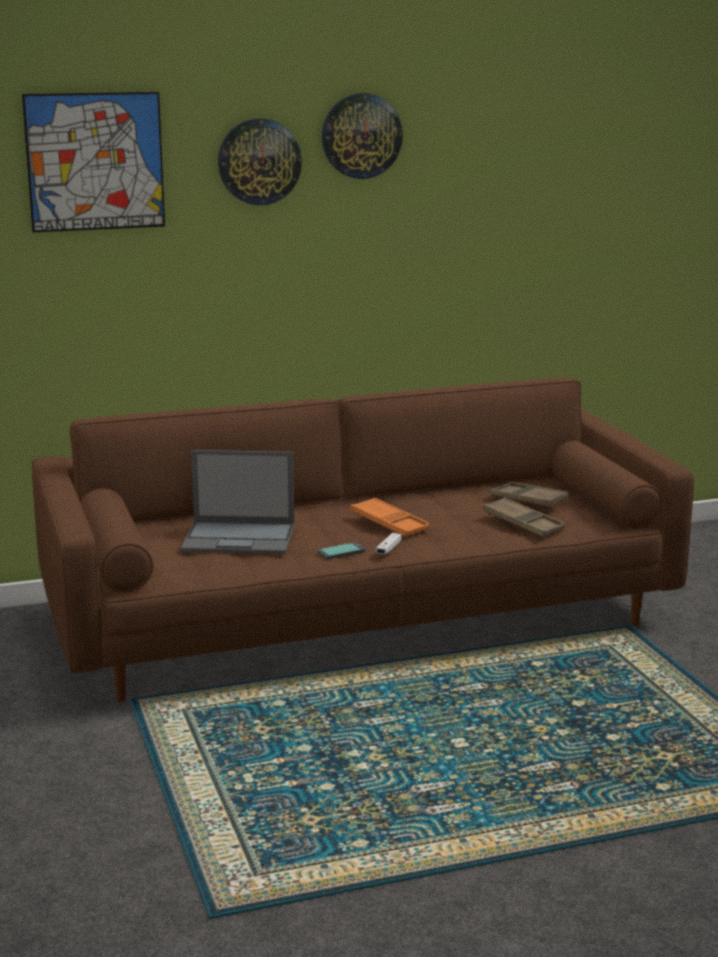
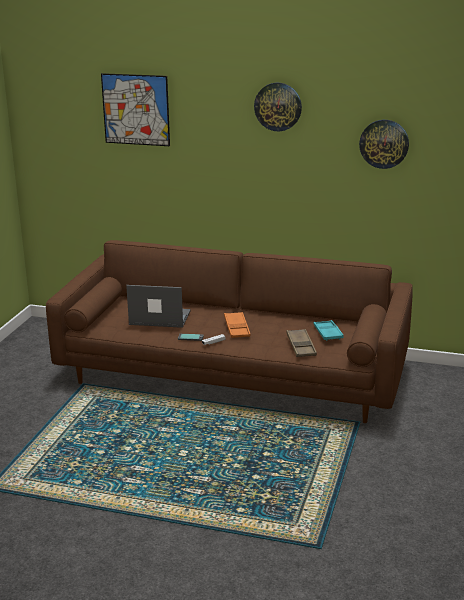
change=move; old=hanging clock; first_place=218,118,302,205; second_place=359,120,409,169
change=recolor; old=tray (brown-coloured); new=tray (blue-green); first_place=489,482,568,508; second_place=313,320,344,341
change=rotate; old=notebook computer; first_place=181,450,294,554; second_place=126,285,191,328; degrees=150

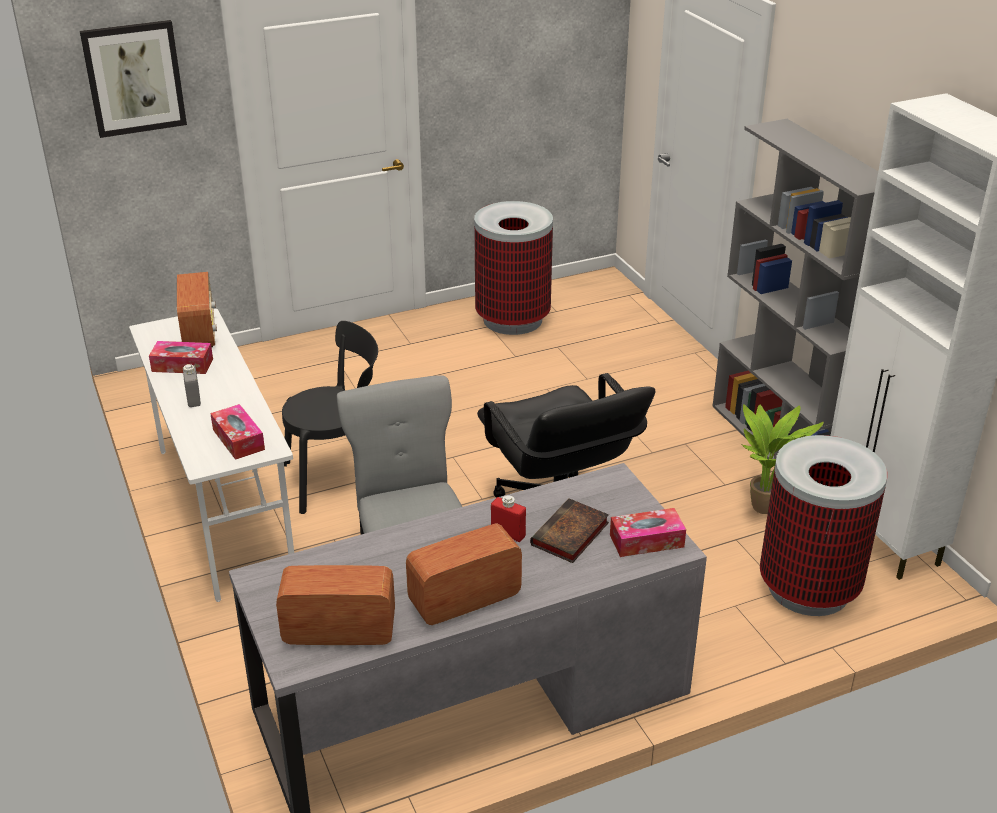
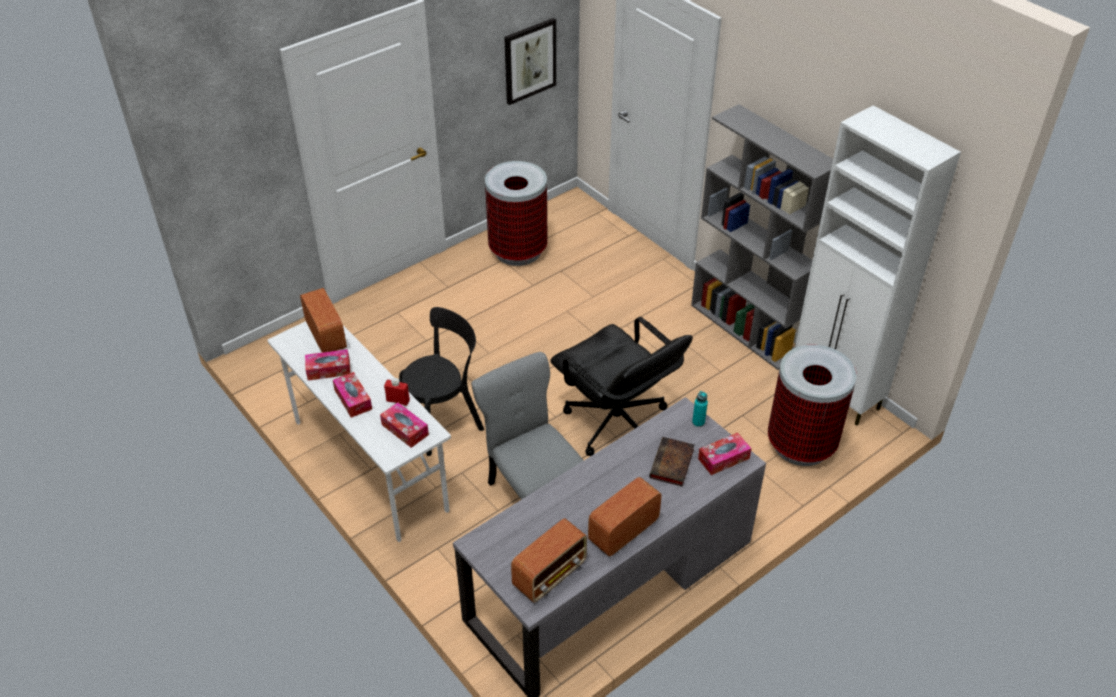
change=delete; old=plant in a pot; first_place=742,404,824,514
change=insert; new=beverage bottle (blue-green); second_place=692,391,708,427
change=move; old=wall art; first_place=80,20,187,138; second_place=504,18,556,105
change=move; old=beverage bottle (reddish); first_place=491,495,526,542; second_place=384,378,410,406
change=replace; old=beverage bottle (grey); new=tissue holder; first_place=183,364,201,407; second_place=333,372,372,418
change=rotate; old=radio; first_place=276,565,395,645; second_place=511,519,587,603; degrees=150

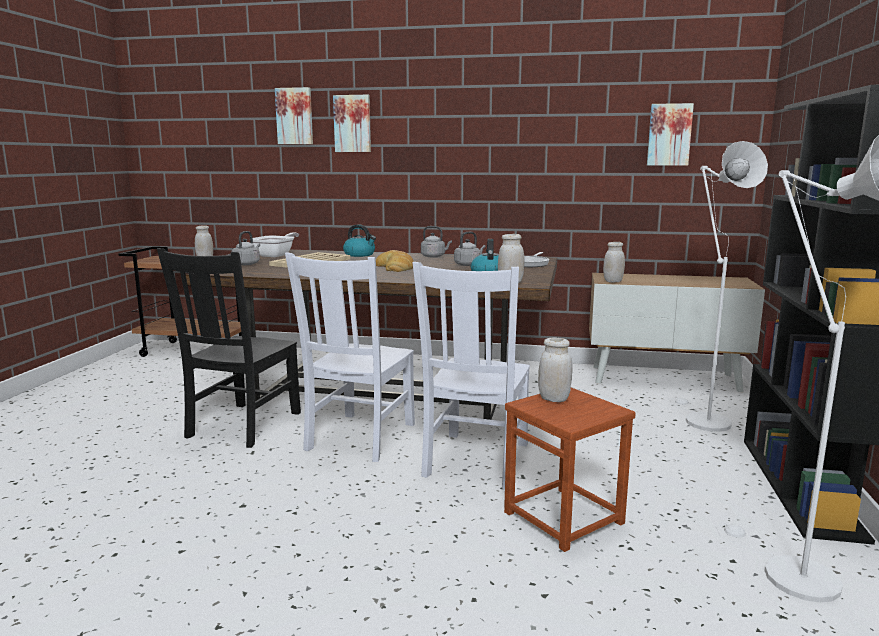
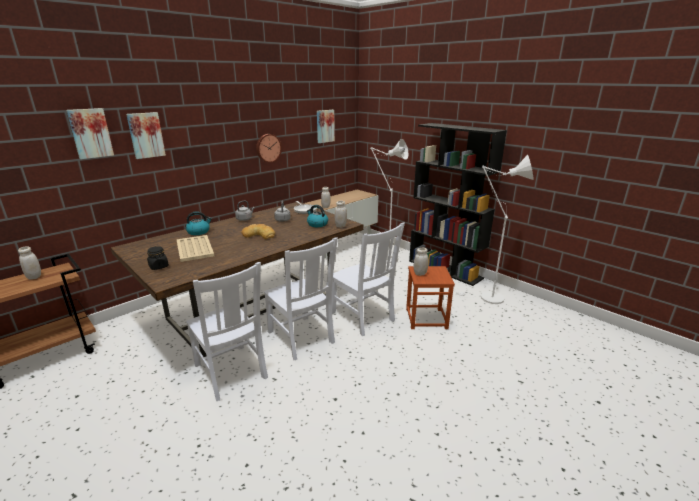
change=delete; old=skillet; first_place=253,232,299,257
change=insert; new=hanging clock; second_place=256,134,282,163
change=replace; old=kettle (grey); new=storage jar (black-coloured); first_place=232,231,260,265; second_place=147,246,169,270
change=recolor; old=plain chair (black-coloured); new=plain chair (white); first_place=157,248,301,448; second_place=186,262,268,401

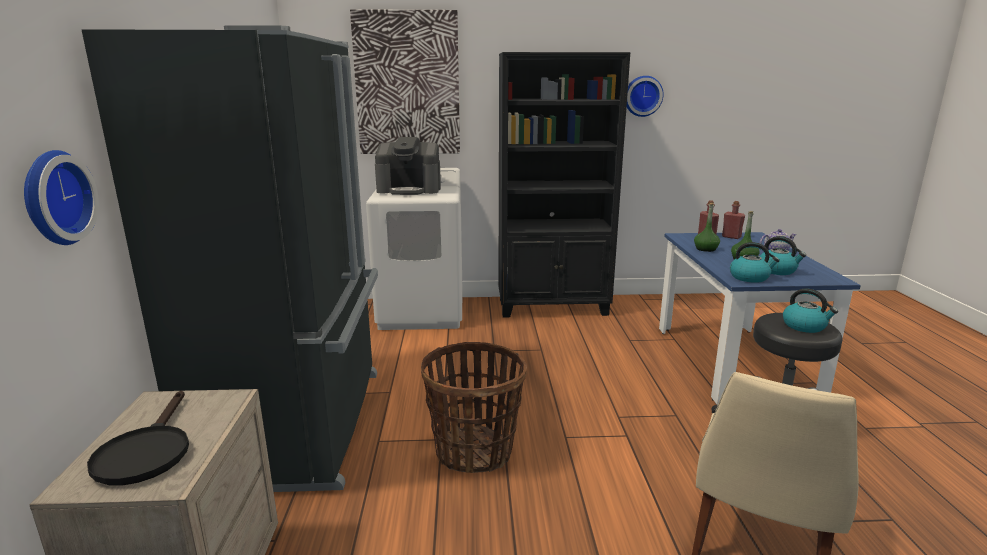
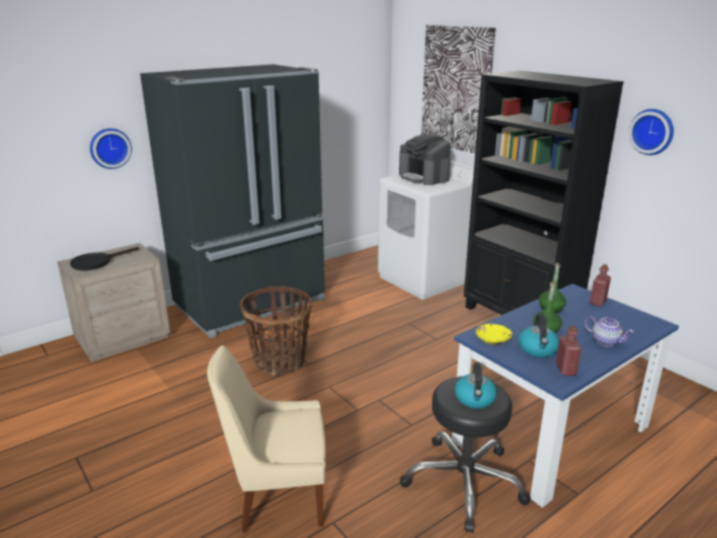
change=move; old=beverage bottle (reddish); first_place=722,201,745,239; second_place=556,325,582,376
change=replace; old=kettle; new=serving bowl (yellowish); first_place=730,242,780,283; second_place=476,323,512,345

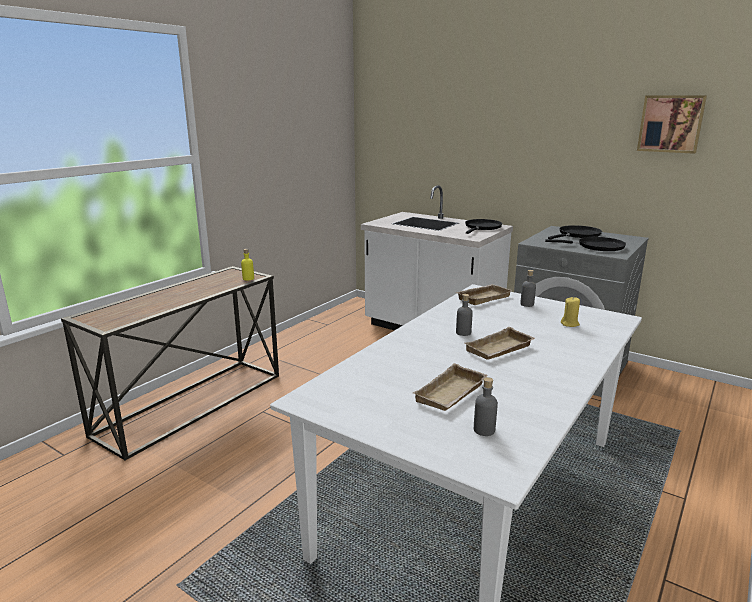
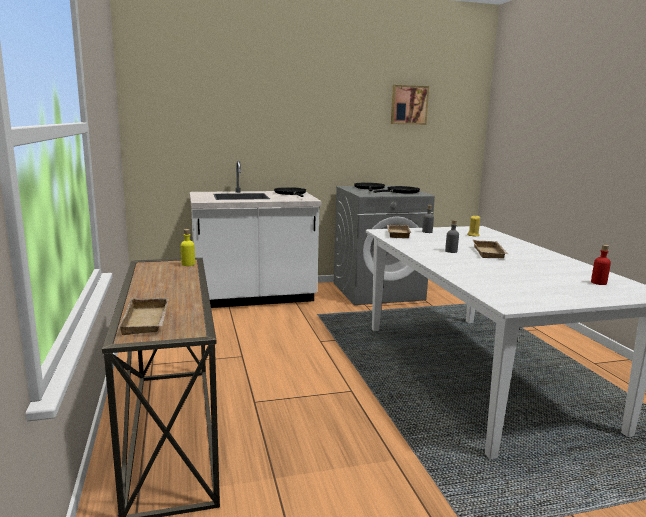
change=move; old=tray (beige); first_place=413,363,488,411; second_place=118,298,169,335
change=recolor; old=beverage bottle (grey); new=beverage bottle (reddish); first_place=474,377,498,436; second_place=591,245,611,285

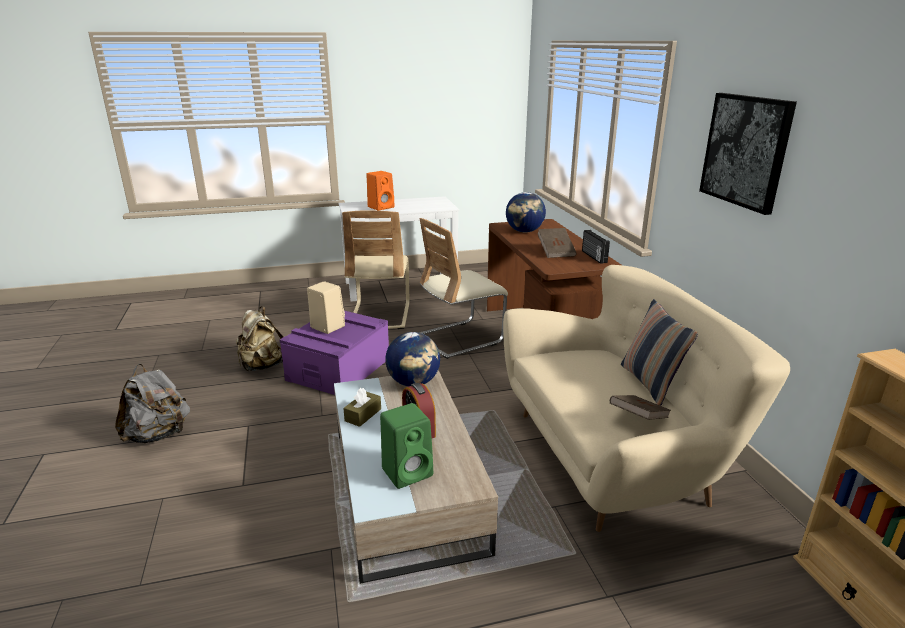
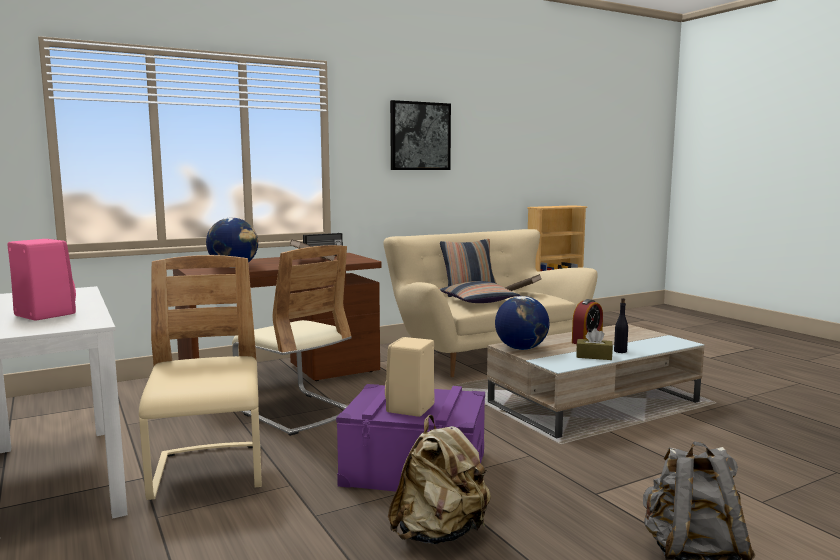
change=delete; old=loudspeaker (green); first_place=380,403,433,489
change=insert; new=cushion; second_place=439,281,520,303
change=insert; new=beverage bottle (black-coloured); second_place=614,298,628,353
change=recolor; old=loudspeaker (orange-coloured); new=loudspeaker (pink-coloured); first_place=367,171,395,211; second_place=8,239,76,321
change=rotate; old=plain chair (beige); first_place=342,210,409,329; second_place=139,255,262,500; degrees=-90

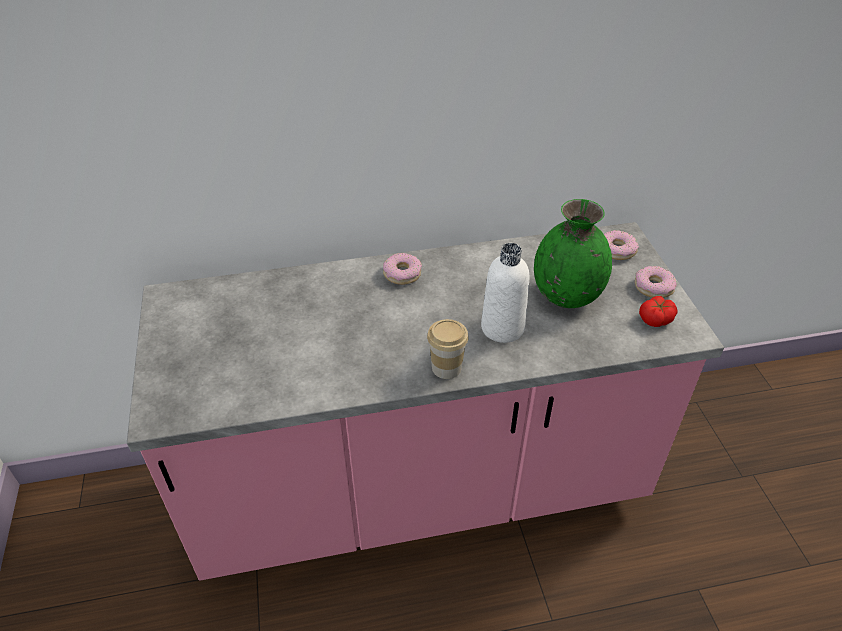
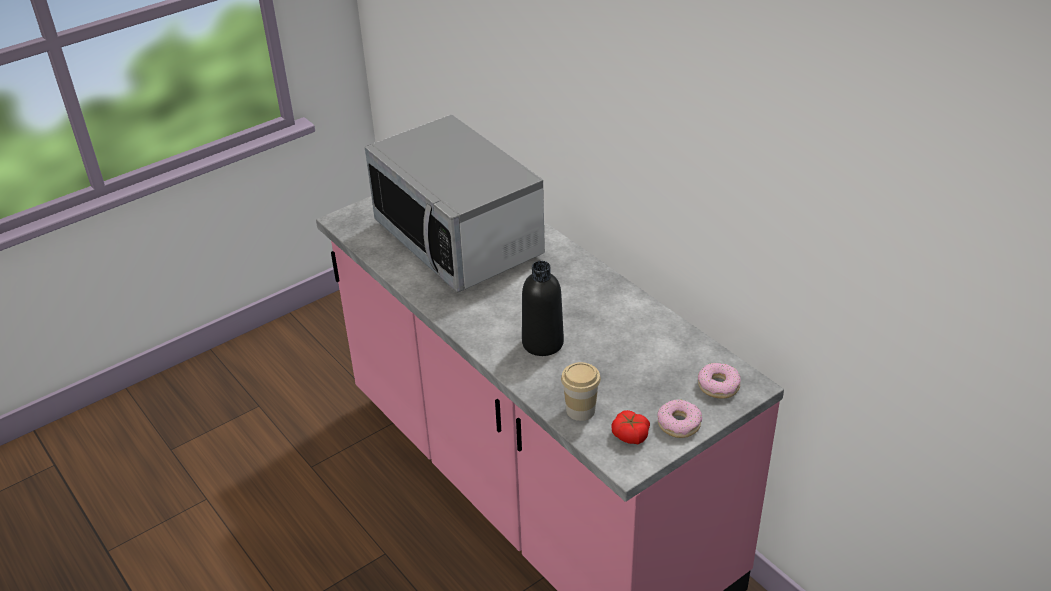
change=delete; old=ring doughnut; first_place=383,253,422,285
change=delete; old=decorative vase (green); first_place=534,199,612,308
change=insert; new=kitchen microwave; second_place=365,115,545,292
change=move; old=small cup; first_place=427,319,469,379; second_place=561,362,601,421
change=recolor; old=beverage bottle (white); new=beverage bottle (black-coloured); first_place=481,243,529,343; second_place=522,261,564,356

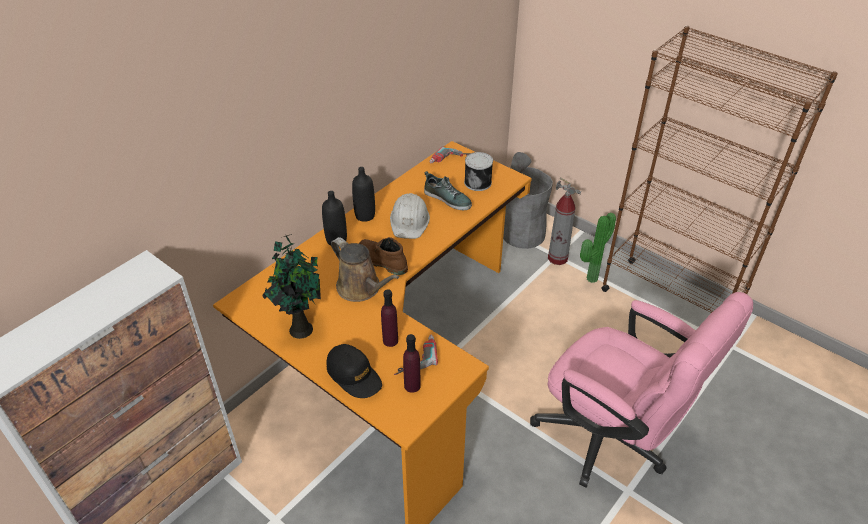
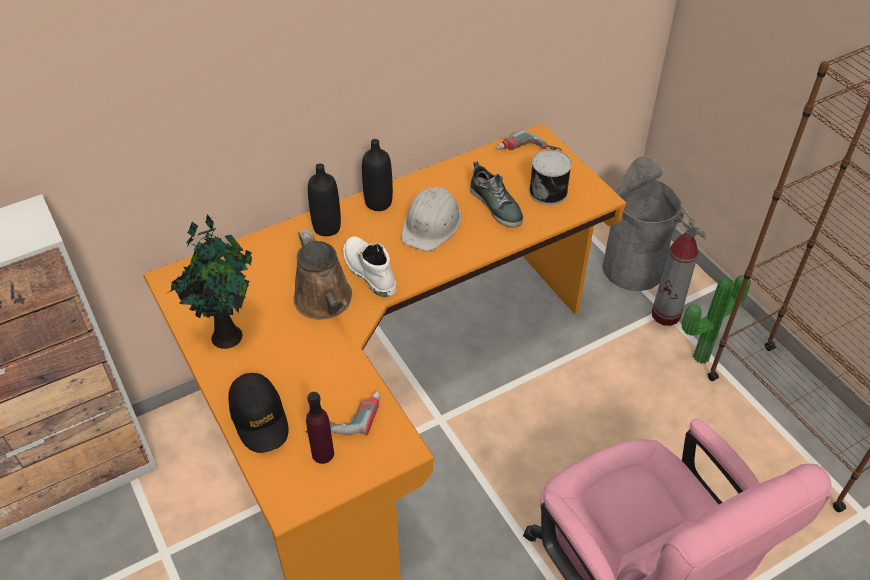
change=delete; old=beverage bottle (purplish); first_place=381,289,398,347
change=recolor; old=boot (brown-coloured); new=boot (white); first_place=359,237,408,275; second_place=343,236,397,297

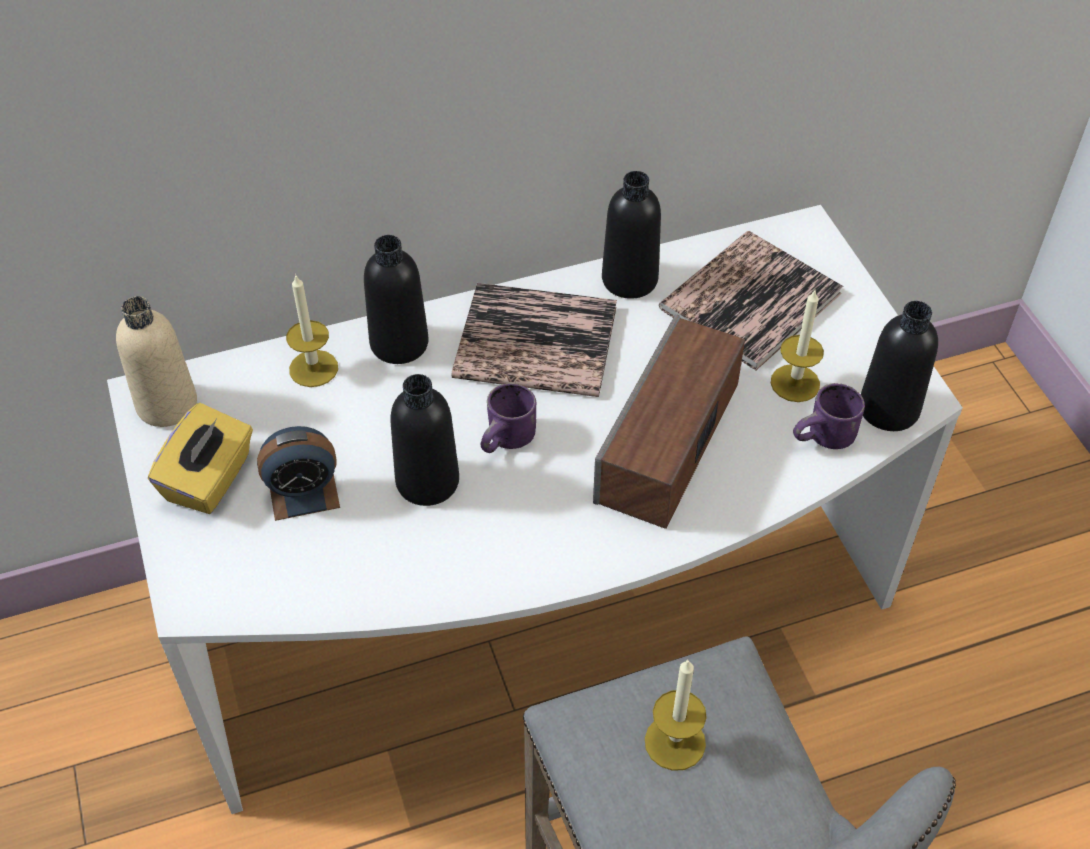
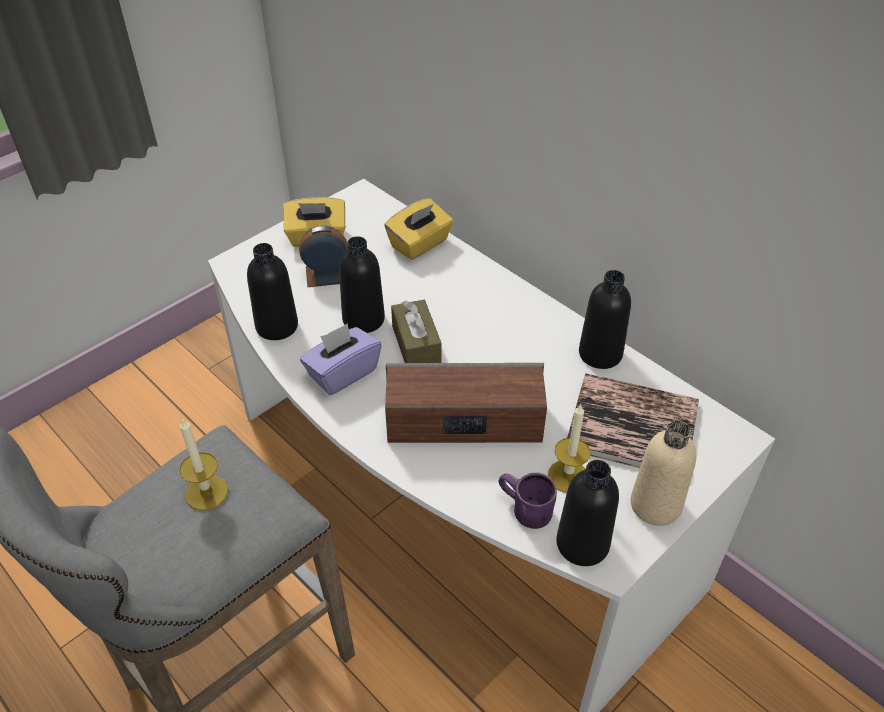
change=delete; old=volume; first_place=452,283,617,397
change=insert; new=tissue holder (purplish); second_place=300,323,382,395
change=move; old=beverage bottle (beige); first_place=116,296,197,427; second_place=631,420,697,526
change=move; old=beverage bottle (black-coloured); first_place=364,235,429,364; second_place=247,243,298,340
change=replace; old=candle; new=tissue holder (yellowish); first_place=286,274,338,387; second_place=384,198,453,260
change=replace; old=mug (purplish); new=tissue holder (brown-coloured); first_place=481,383,536,453; second_place=391,300,442,363
change=rotate; old=bedside clock; first_place=257,426,340,521; second_place=299,226,348,287; degrees=120

